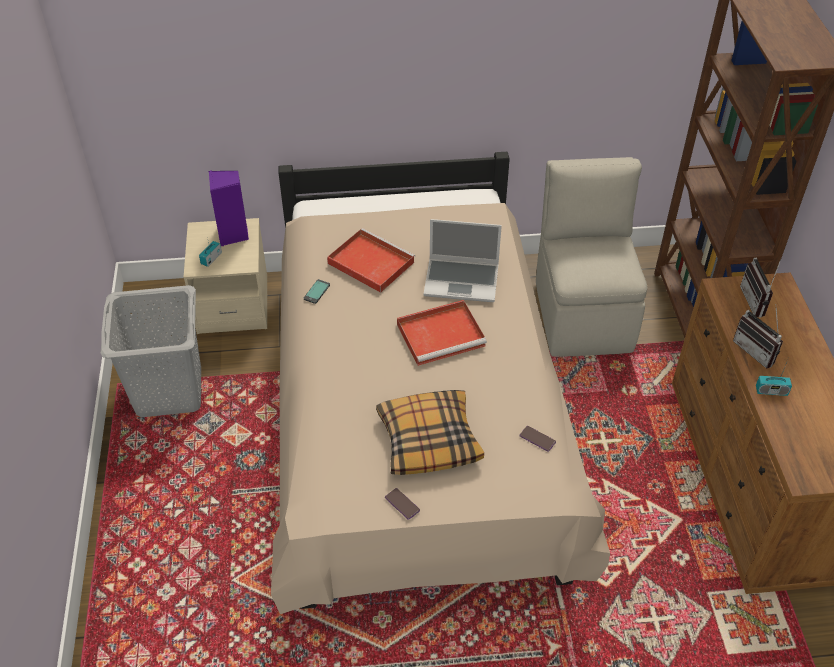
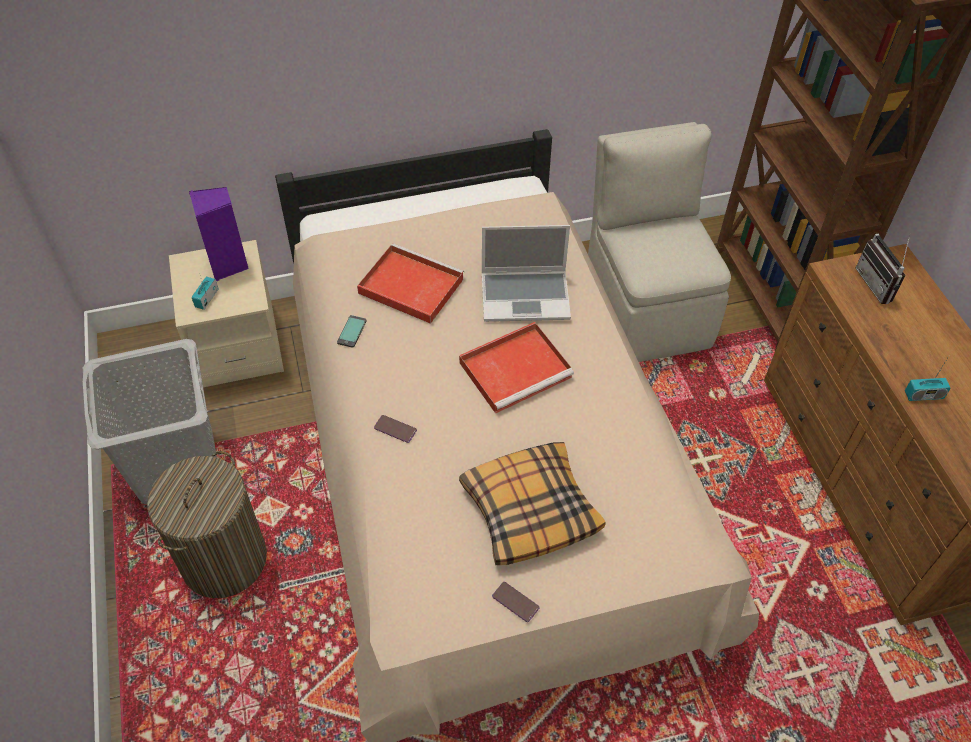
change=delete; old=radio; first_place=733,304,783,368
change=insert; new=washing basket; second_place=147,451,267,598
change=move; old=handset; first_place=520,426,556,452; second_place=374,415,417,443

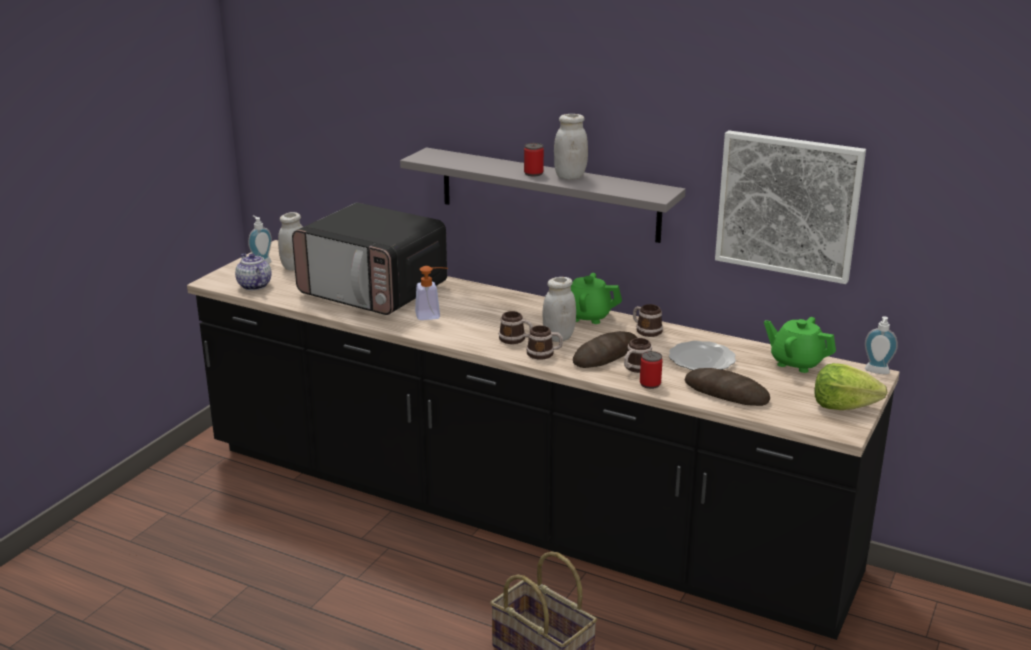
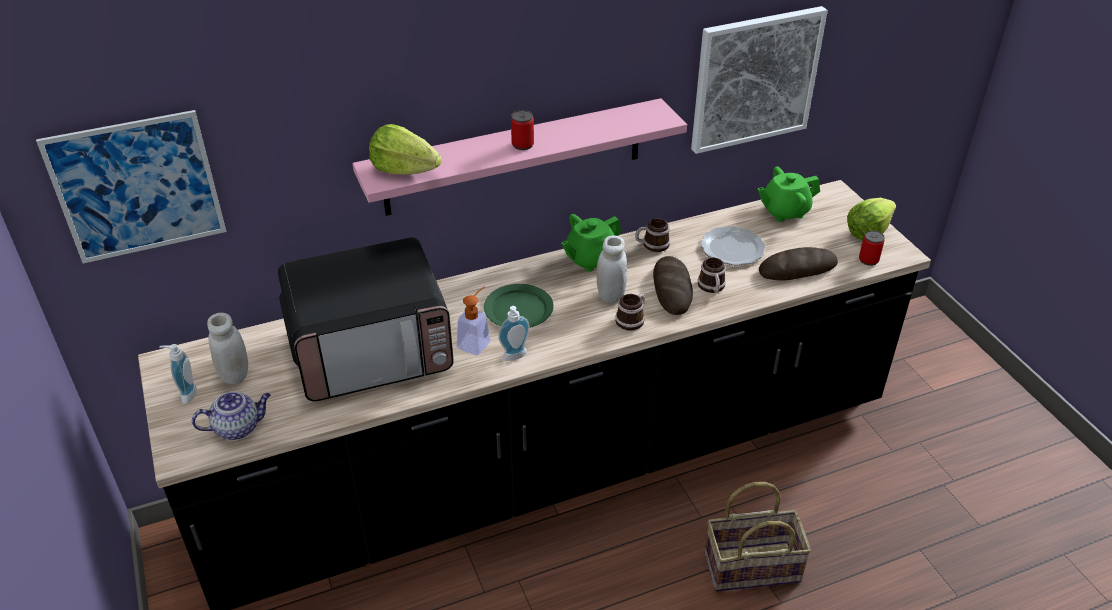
change=delete; old=mug; first_place=499,311,533,344
change=delete; old=storage jar (white); first_place=554,114,588,180
change=insert; new=wall art; second_place=36,110,227,263
change=insert; new=lettuce head; second_place=369,124,442,175
change=insert; new=plate (green); second_place=484,284,554,328
change=move; old=sealed can; first_place=640,351,663,389; second_place=859,230,885,266
change=move; old=soap bottle; first_place=865,316,898,374; second_place=498,306,530,361
change=recolor; old=bracket shelf (grey); new=bracket shelf (pink-coloured); first_place=400,147,686,243; second_place=352,98,687,216
change=rotate; old=teapot; first_place=235,253,272,290; second_place=192,391,271,440; degrees=150

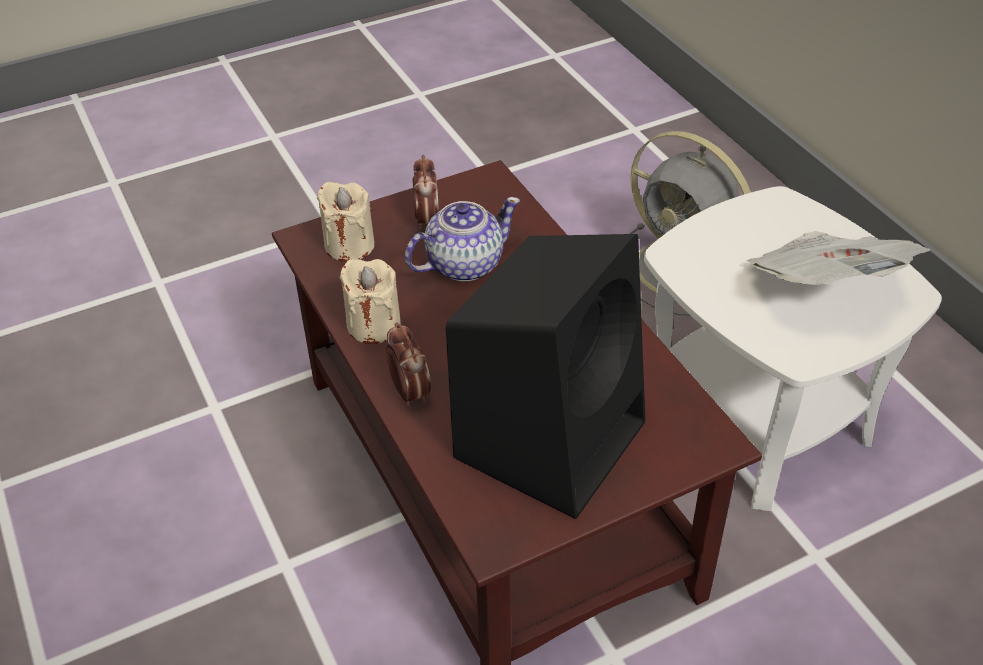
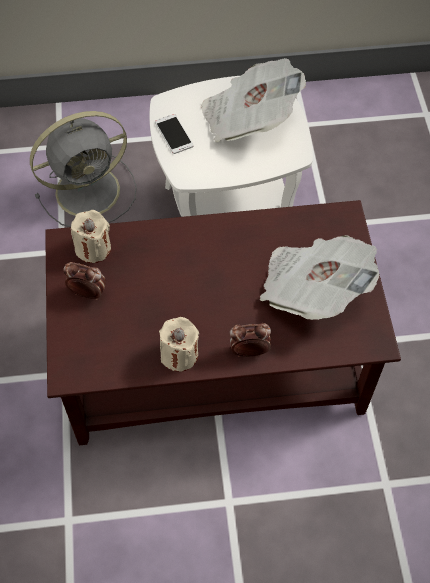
change=delete; old=teapot; first_place=405,197,520,281
change=insert; new=handset; second_place=155,114,194,154
change=move; old=candle (beige); first_place=317,182,375,262; second_place=71,210,111,263
change=replace; old=loudspeaker (black-coloured); new=newspaper; first_place=446,234,645,519; second_place=260,235,379,320

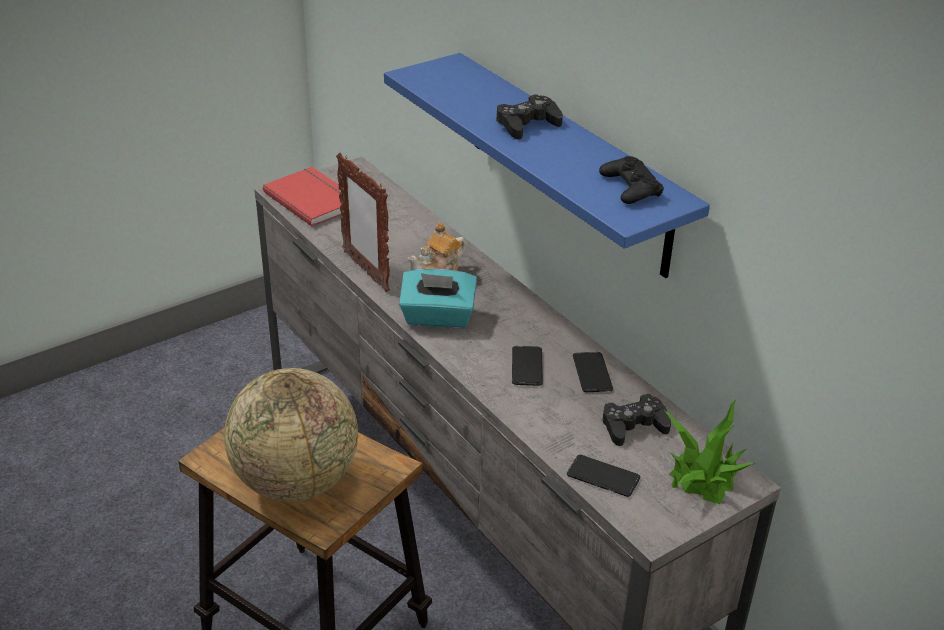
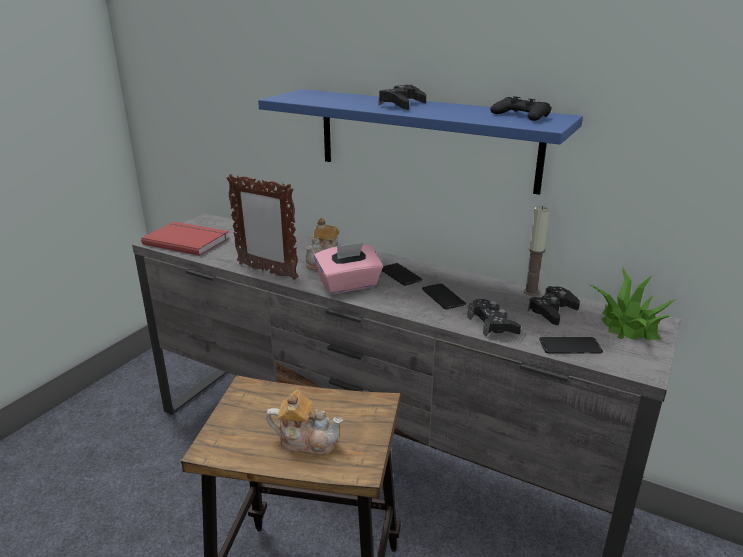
change=insert; new=game controller (black-coloured); second_place=468,299,521,336
change=insert; new=candle; second_place=524,206,550,296
change=move; old=handset; first_place=573,352,613,392; second_place=382,263,422,285
change=replace; old=desk globe; new=teapot; first_place=224,368,358,502; second_place=266,390,343,455
change=recolor; old=tissue holder (blue-green); new=tissue holder (pink-coloured); first_place=399,269,477,328; second_place=314,243,383,294

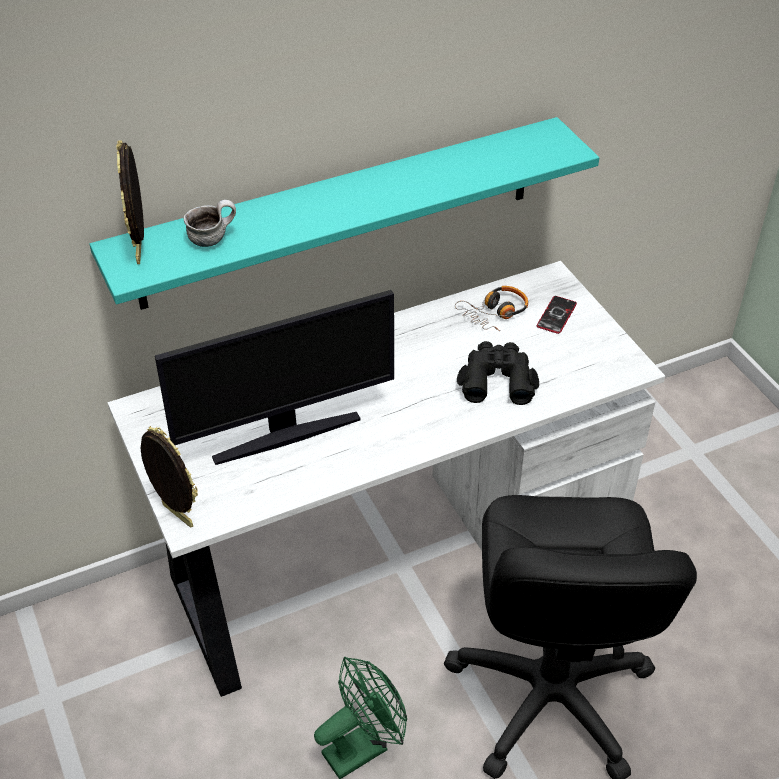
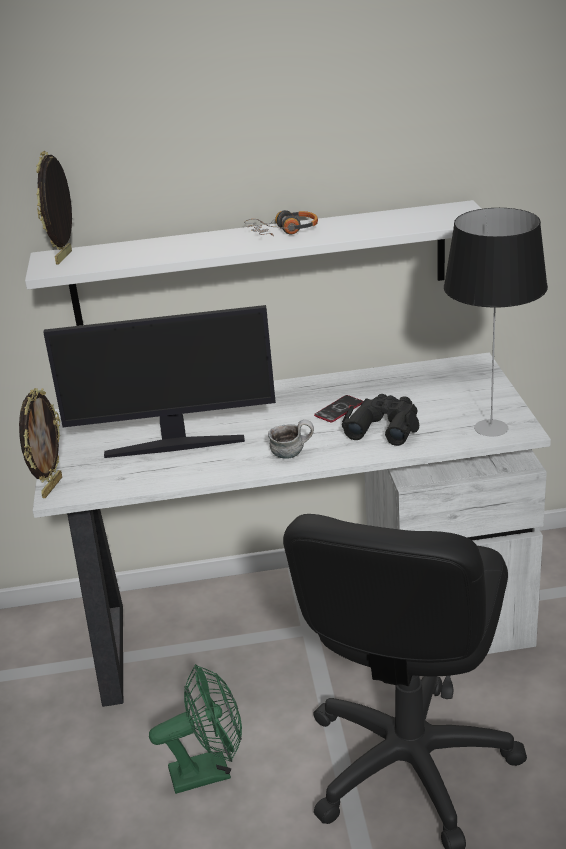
change=insert; new=tabletop lamp; second_place=444,208,548,436
change=move; old=mug; first_place=183,200,236,247; second_place=268,420,314,458
change=move; old=pair of headphones; first_place=455,286,528,331; second_place=244,210,318,236
change=move; old=handset; first_place=537,296,577,334; second_place=314,395,363,422
change=recolor; old=bracket shelf (blue-green); new=bracket shelf (white); first_place=90,117,599,310; second_place=25,200,481,326
change=rotate; old=standing frame; first_place=140,426,198,527; second_place=19,388,62,498; degrees=45

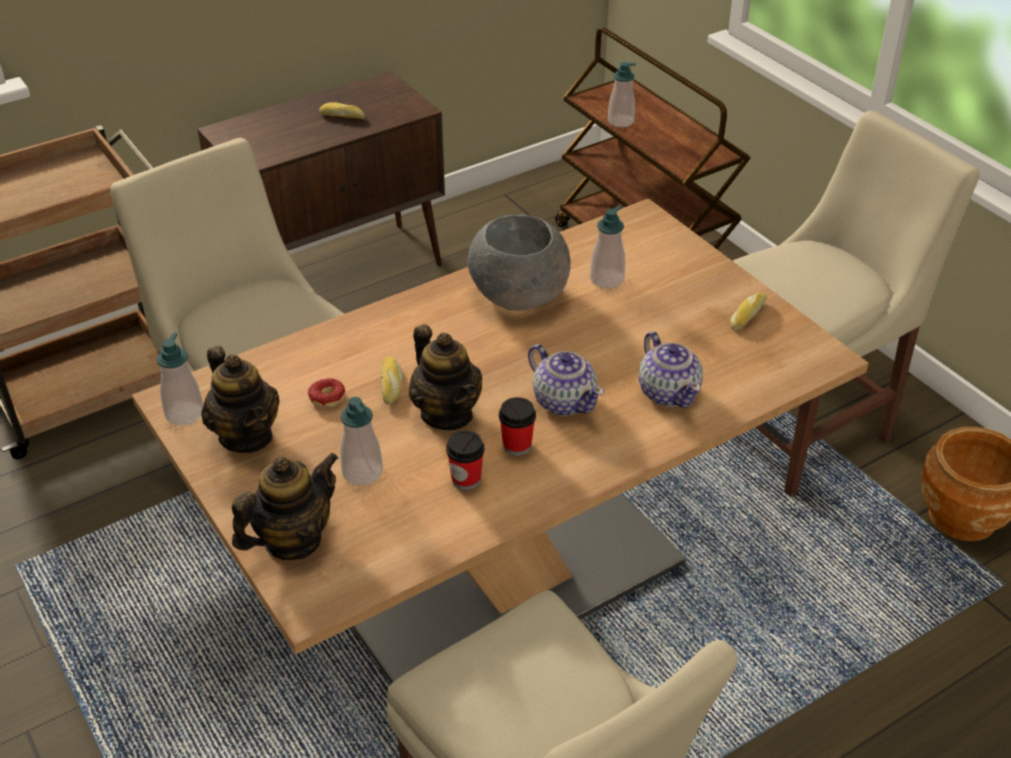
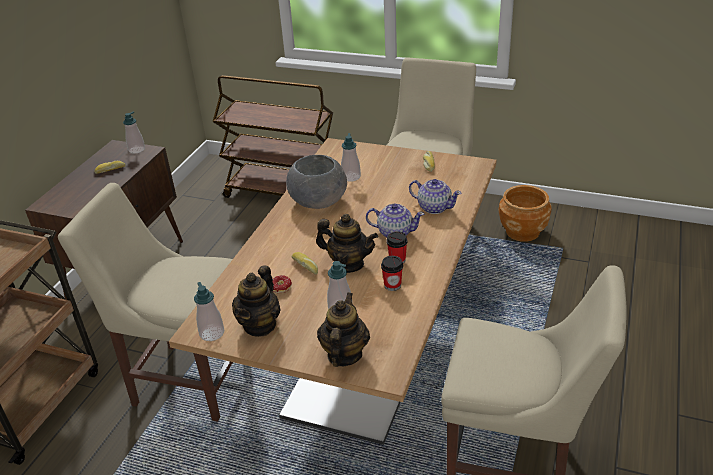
change=move; old=soap bottle; first_place=608,62,636,127; second_place=123,112,145,153
change=rotate; old=teapot; first_place=201,346,280,453; second_place=232,265,281,337; degrees=90

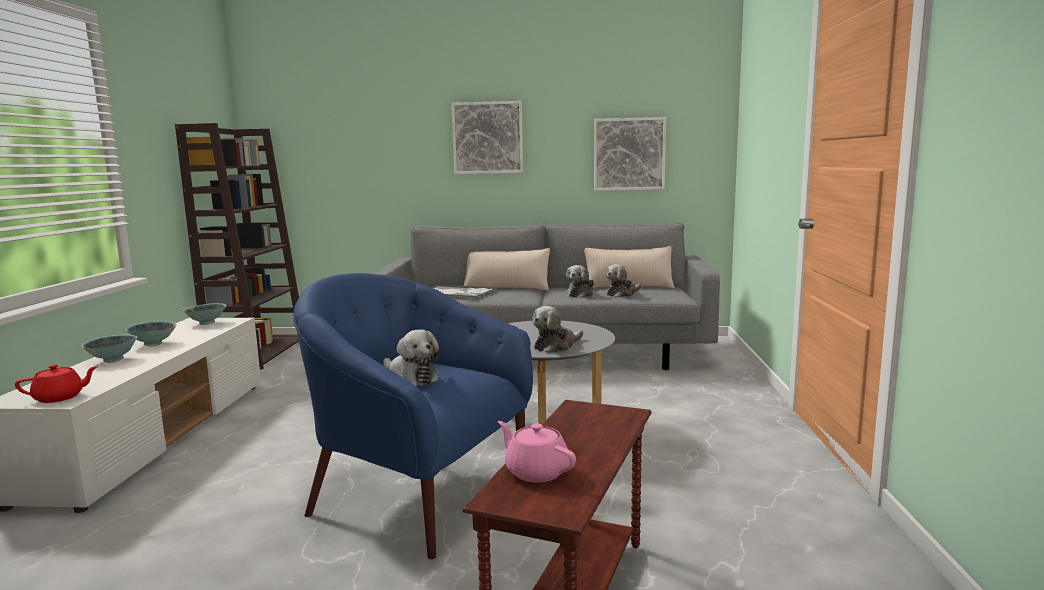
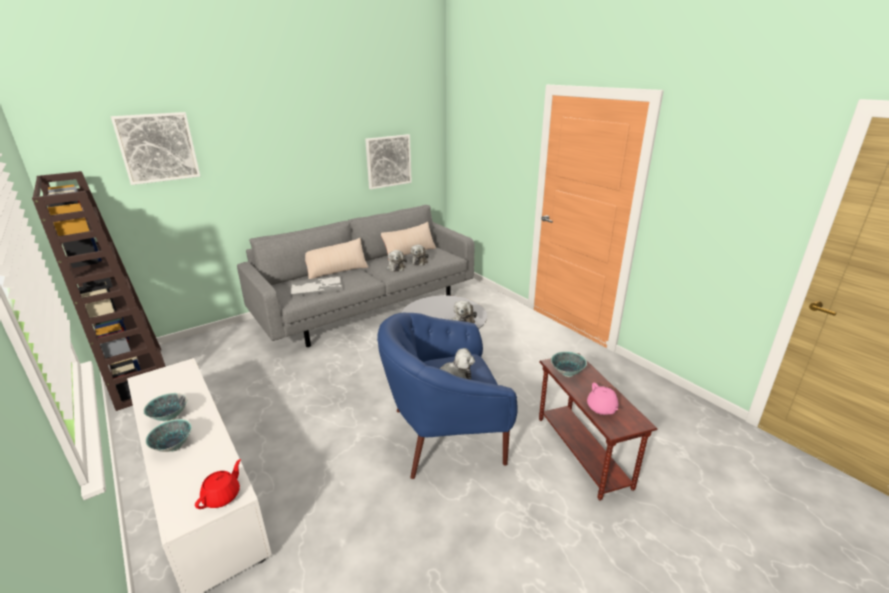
change=move; old=serving bowl; first_place=183,303,227,325; second_place=551,351,587,377
change=move; old=wall art; first_place=451,101,523,174; second_place=111,112,200,185
change=rotate; old=teapot (pink-coloured); first_place=498,421,576,483; second_place=587,383,619,415; degrees=-105

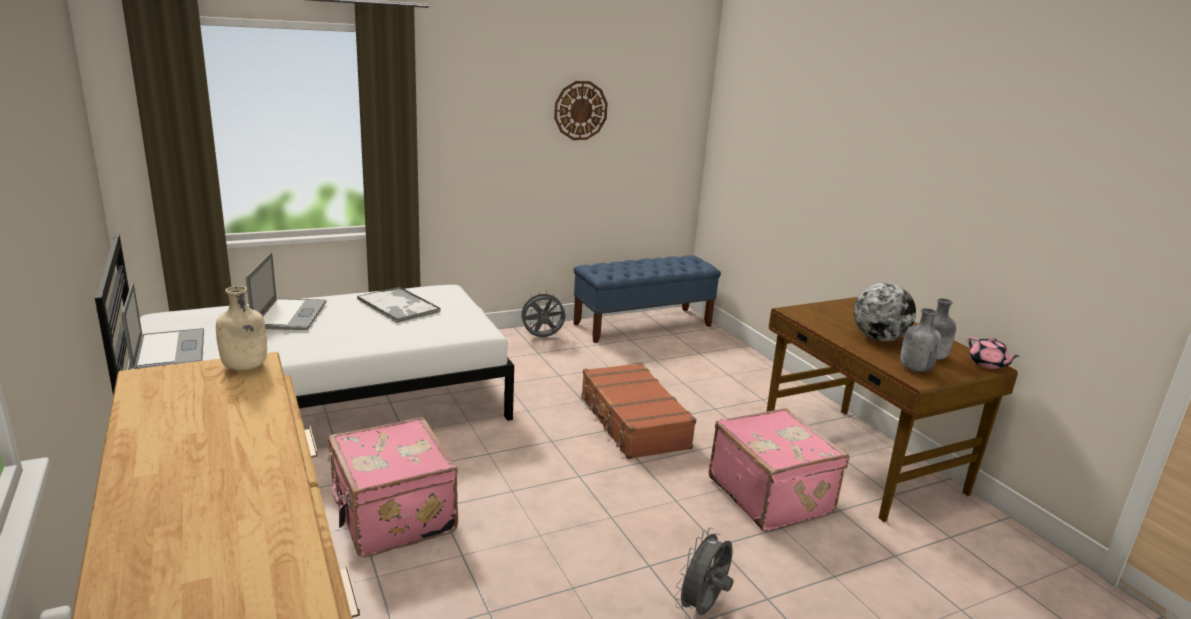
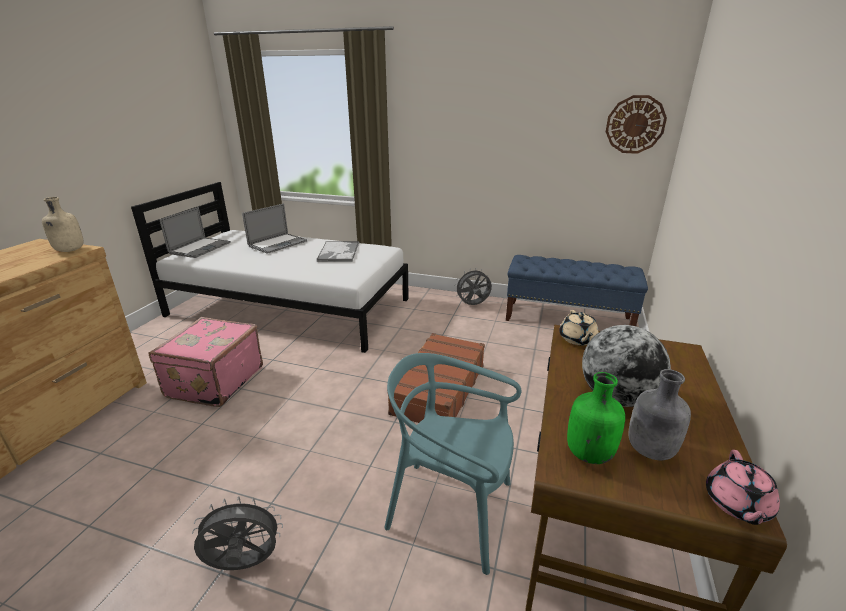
change=insert; new=teapot (beige); second_place=559,310,599,346
change=move; old=hanging clock; first_place=554,81,608,140; second_place=606,95,667,154
change=replace; old=suitcase (pink-coloured); new=plain chair (blue-green); first_place=709,408,849,532; second_place=384,353,521,575
change=recolor; old=beverage bottle (grey); new=beverage bottle (green); first_place=901,308,941,372; second_place=567,372,625,464
change=rotate; old=electric fan (grey); first_place=518,291,566,337; second_place=454,268,492,305; degrees=-45

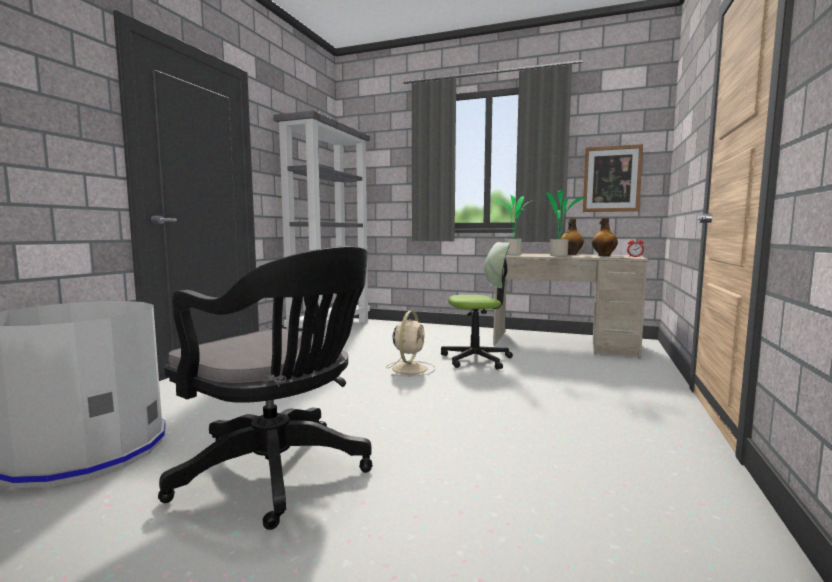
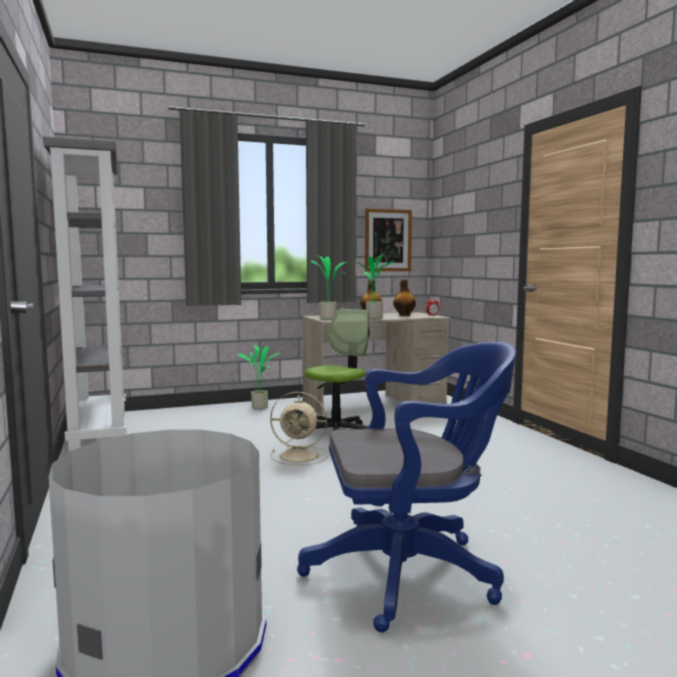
change=insert; new=plant in a pot; second_place=238,345,280,409
change=recolor; old=computer chair (black-coloured); new=computer chair (blue); first_place=158,246,373,530; second_place=297,342,516,633
change=rotate; old=electric fan (beige); first_place=386,311,435,376; second_place=270,392,328,465; degrees=120

